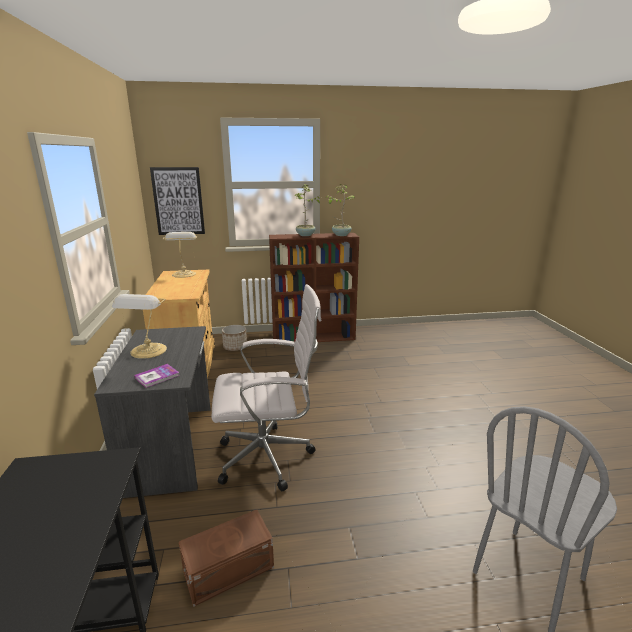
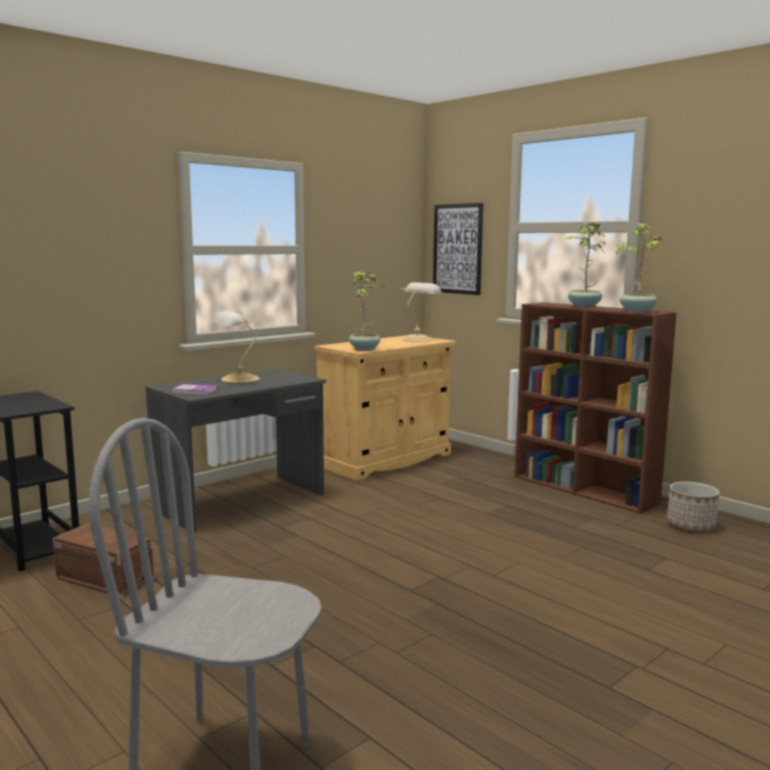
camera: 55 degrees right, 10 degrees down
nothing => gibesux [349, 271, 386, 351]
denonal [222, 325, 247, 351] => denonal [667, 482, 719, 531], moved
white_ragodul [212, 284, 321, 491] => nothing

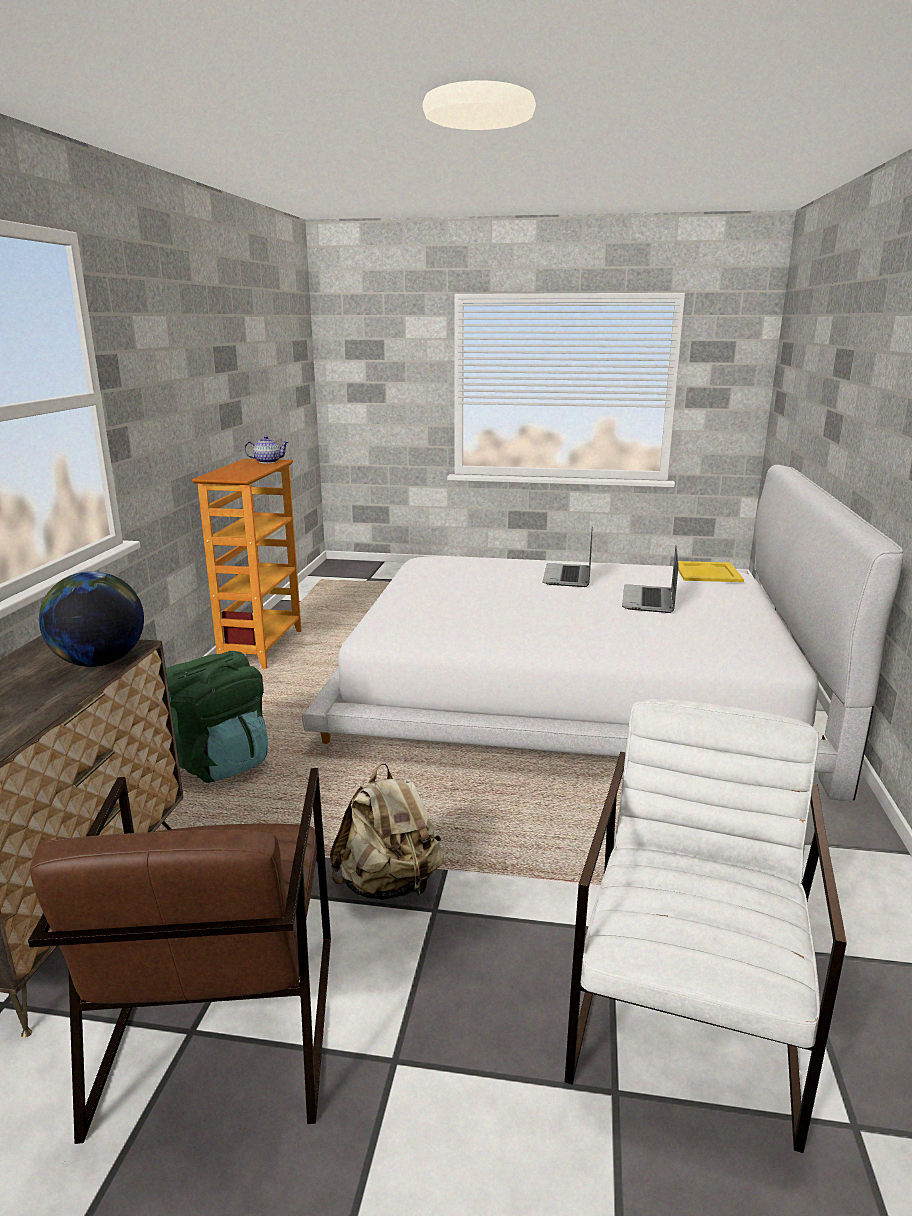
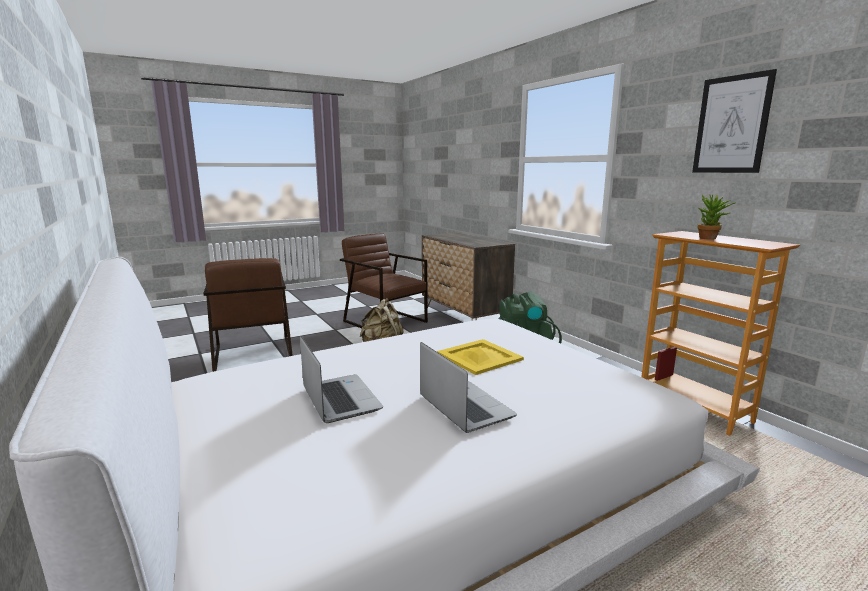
camera: 140 degrees right, 5 degrees down
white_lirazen [565, 699, 847, 1153] => brown_lirazen [203, 258, 293, 372]
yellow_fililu [678, 561, 744, 582] => yellow_fililu [437, 339, 524, 375], moved
nothing => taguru [692, 69, 777, 173]
nothing => gibesux [698, 194, 736, 240]
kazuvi [39, 571, 144, 667] => nothing
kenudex [244, 436, 289, 463] => nothing

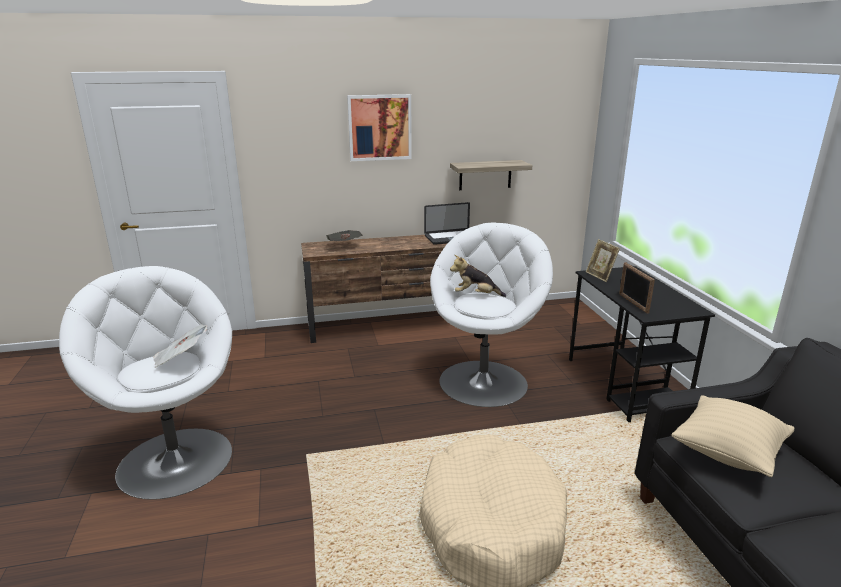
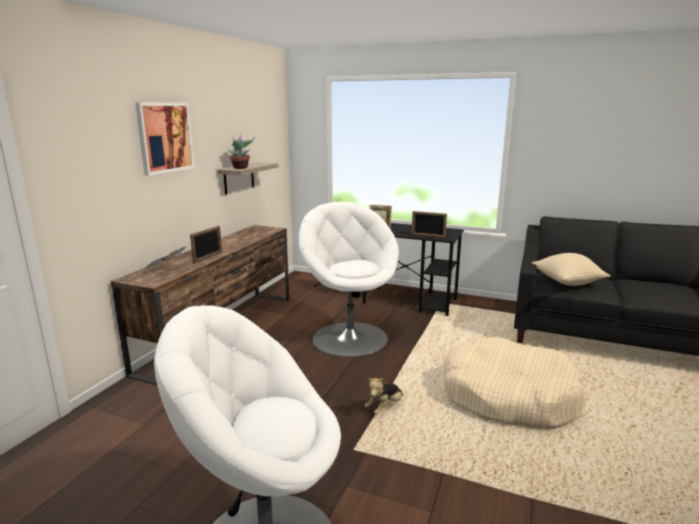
camera: 55 degrees left, 5 degrees down
nothing => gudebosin [190, 226, 222, 263]
nothing => gibesux [228, 134, 254, 169]
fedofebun [450, 254, 506, 297] => fedofebun [365, 378, 404, 415], moved
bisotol [153, 324, 207, 368] => nothing
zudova [424, 202, 470, 245] => nothing

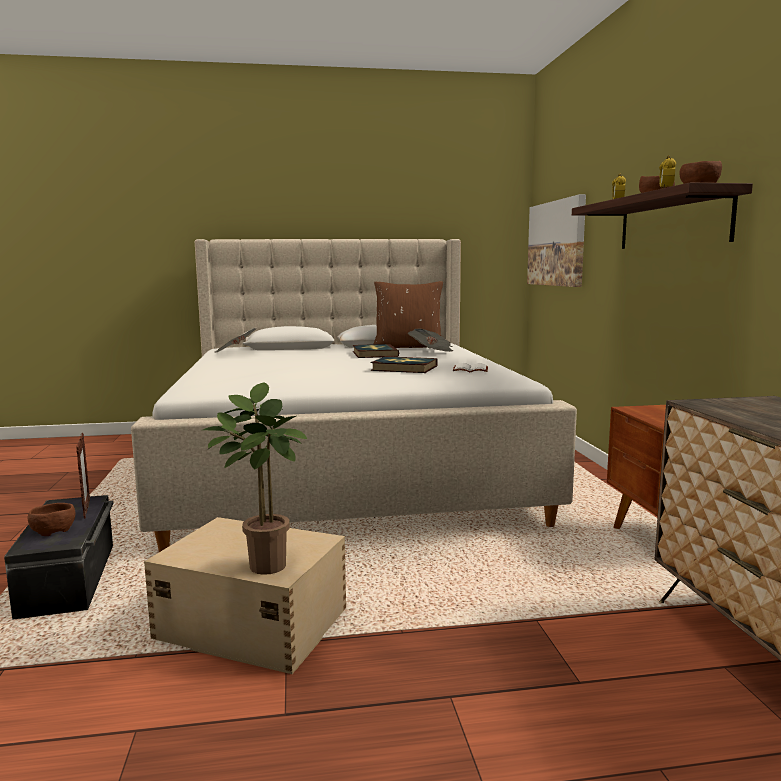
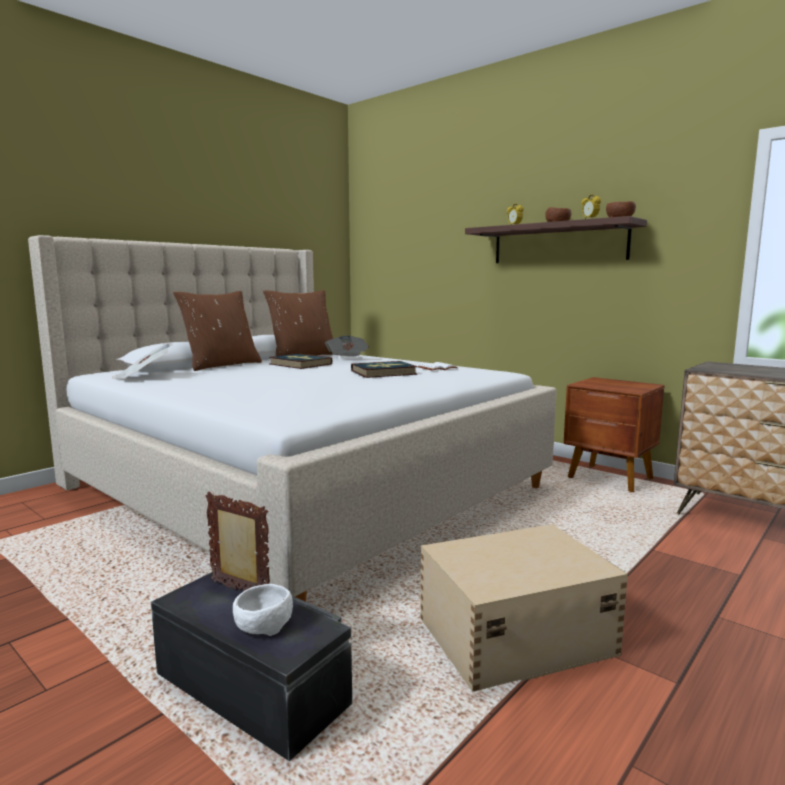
camera: 40 degrees left, 0 degrees up
nothing => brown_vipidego [173, 291, 262, 371]
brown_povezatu [28, 503, 76, 536] => white_povezatu [233, 584, 293, 636]
gibesux [203, 383, 307, 575] => nothing
taguru [527, 194, 586, 287] => nothing

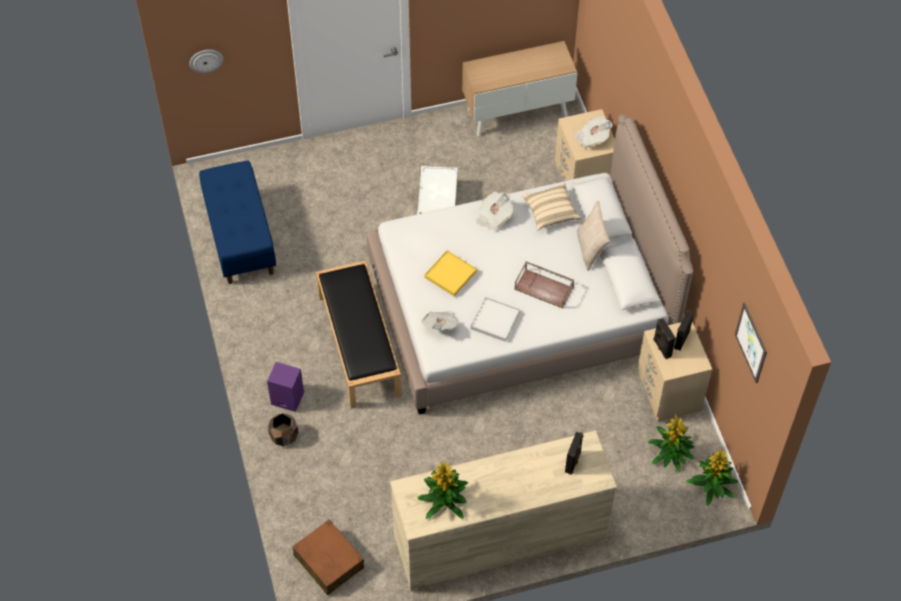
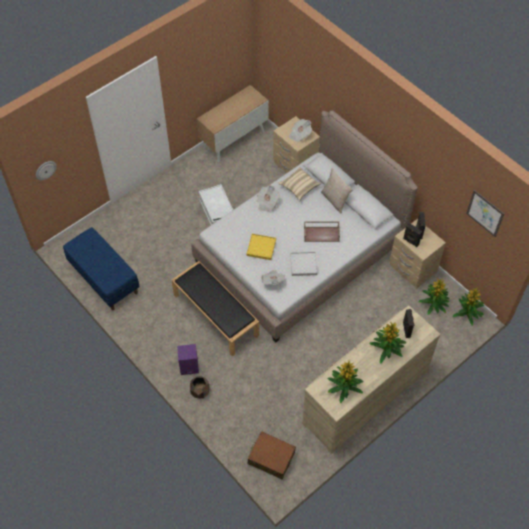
camera: 25 degrees left, 0 degrees up
nothing => gibesux [369, 321, 406, 364]

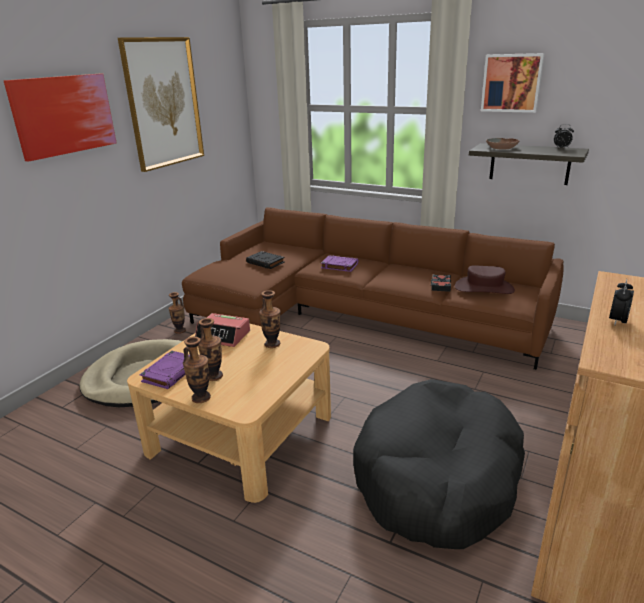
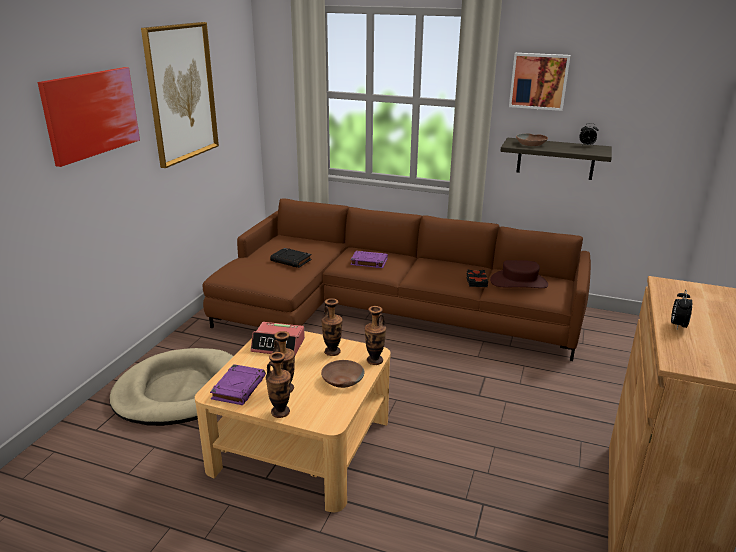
camera: 10 degrees left, 0 degrees up
nothing => brown_povezatu [321, 360, 365, 388]
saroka [168, 292, 186, 334] => saroka [364, 306, 386, 365], moved
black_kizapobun [353, 379, 525, 549] => nothing

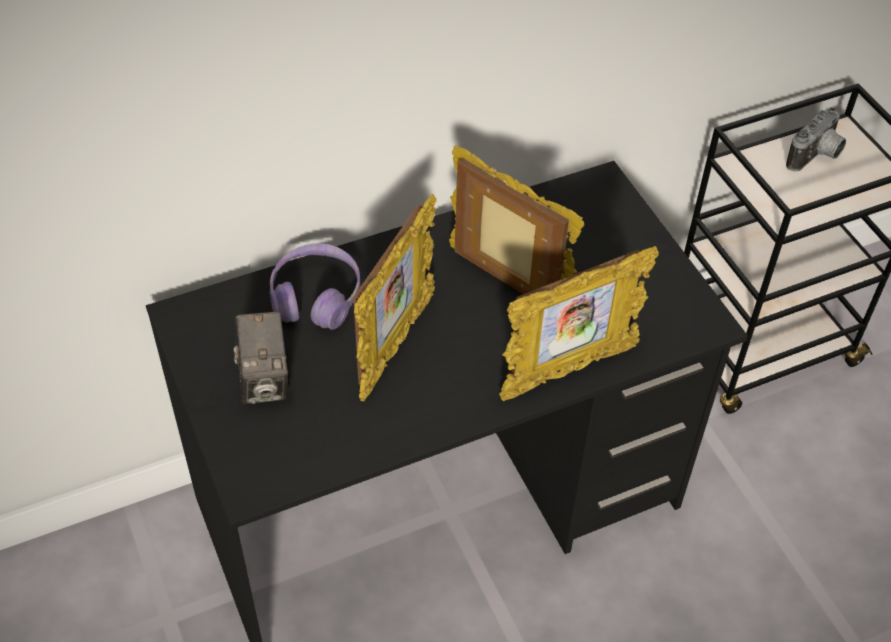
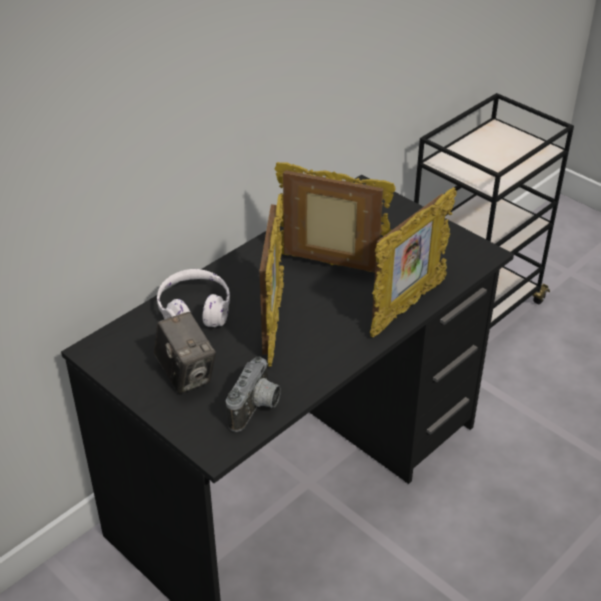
camera: 20 degrees left, 10 degrees down
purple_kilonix [269, 243, 360, 330] => white_kilonix [157, 269, 230, 327]
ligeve [786, 107, 846, 171] => ligeve [226, 357, 281, 432], moved

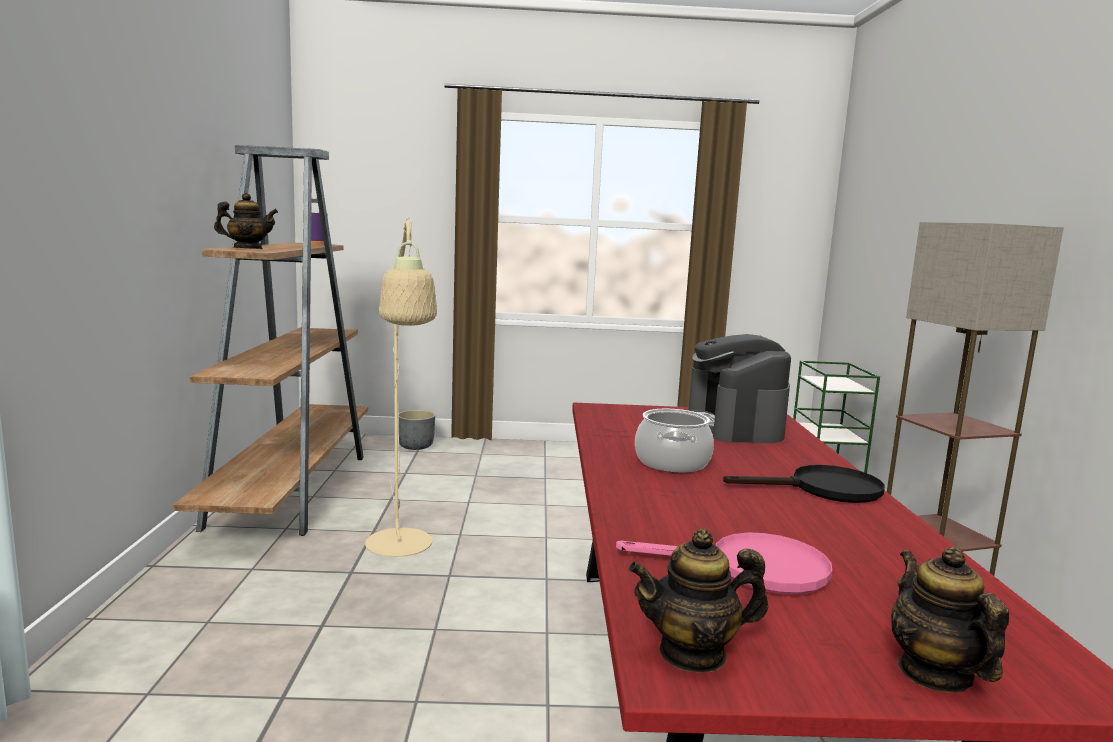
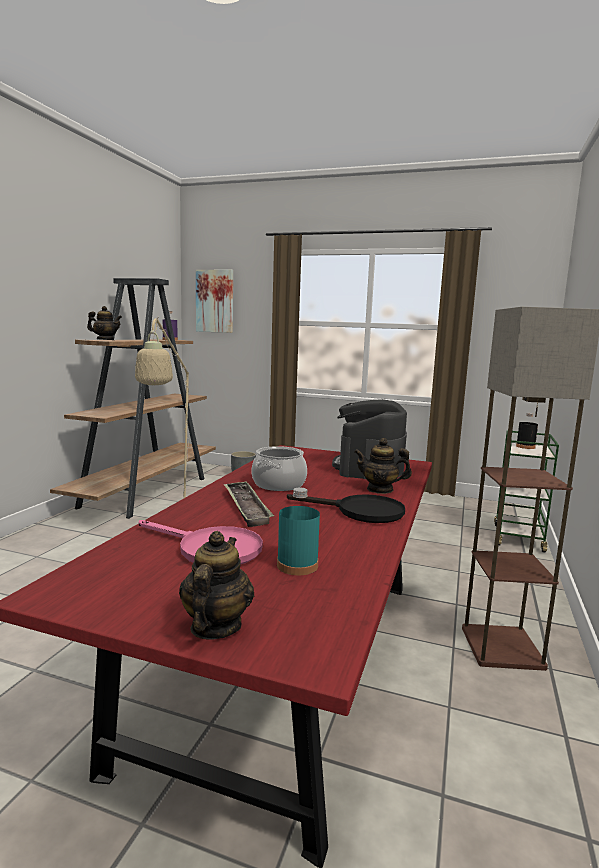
camera: 20 degrees right, 0 degrees up
nothing => taguru [196, 270, 233, 333]
nothing => fililu [223, 481, 274, 527]
nothing => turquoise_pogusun [277, 487, 320, 575]
kenudex [628, 529, 768, 673] => kenudex [354, 438, 412, 494], moved
nothing => black_pogusun [516, 413, 538, 449]

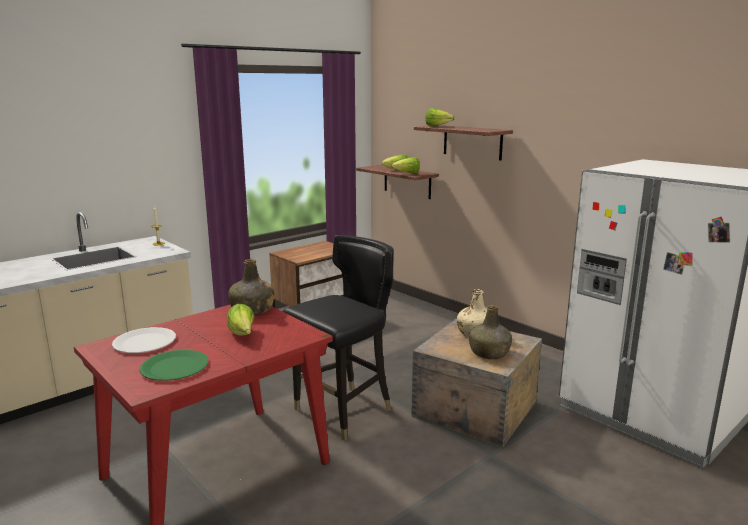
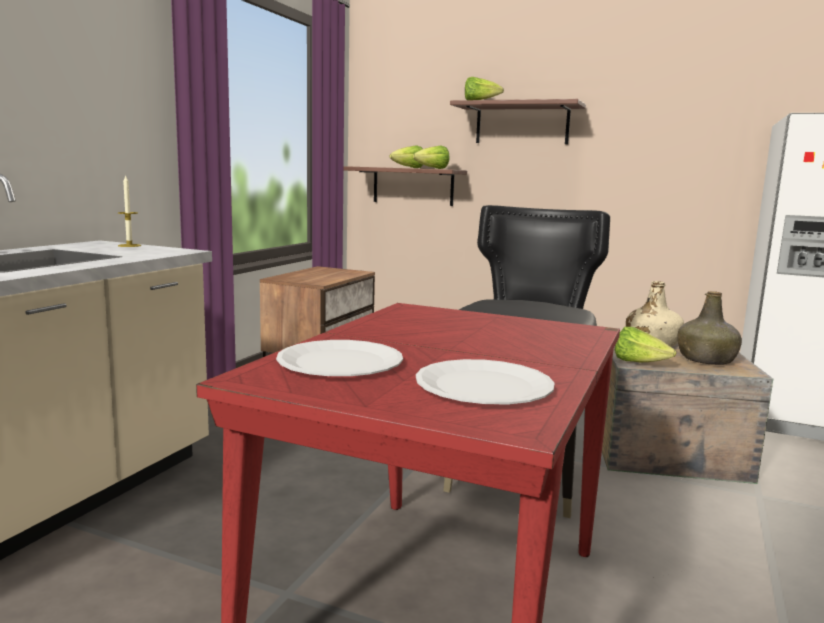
camera: 25 degrees left, 5 degrees down
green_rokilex [139, 350, 208, 381] => white_rokilex [416, 359, 555, 404]
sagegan [227, 304, 254, 336] => sagegan [615, 327, 676, 362], moved
green_pogusun [228, 259, 275, 315] => nothing

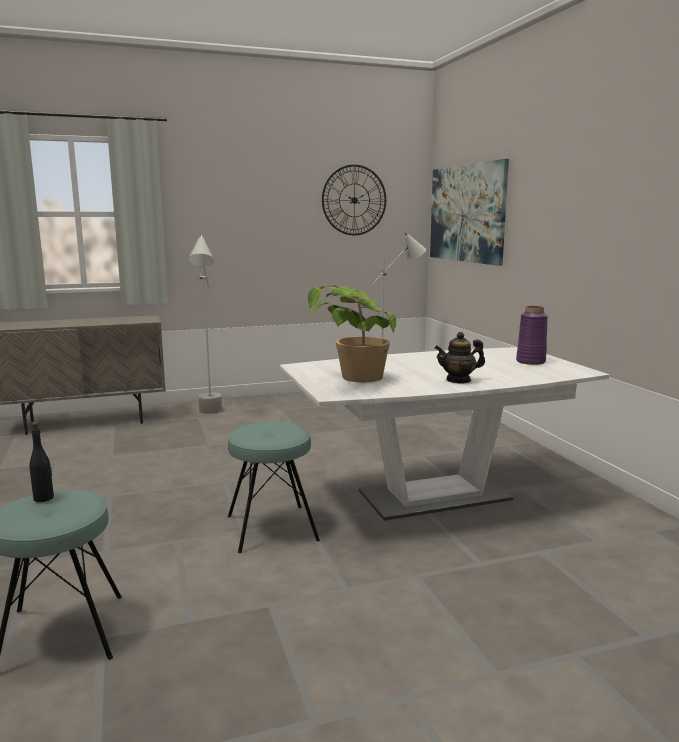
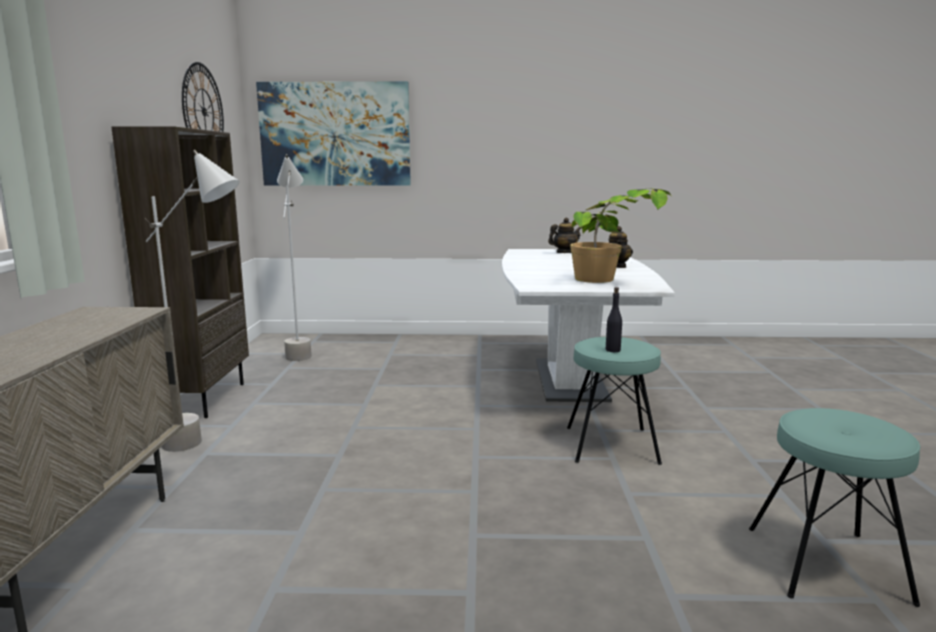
camera: 70 degrees left, 0 degrees up
nothing => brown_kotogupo [111, 126, 249, 418]
purple_saroka [516, 306, 548, 365] => kenudex [548, 218, 582, 253]
black_pogusun [29, 422, 54, 502] => black_pogusun [606, 287, 622, 352], moved

